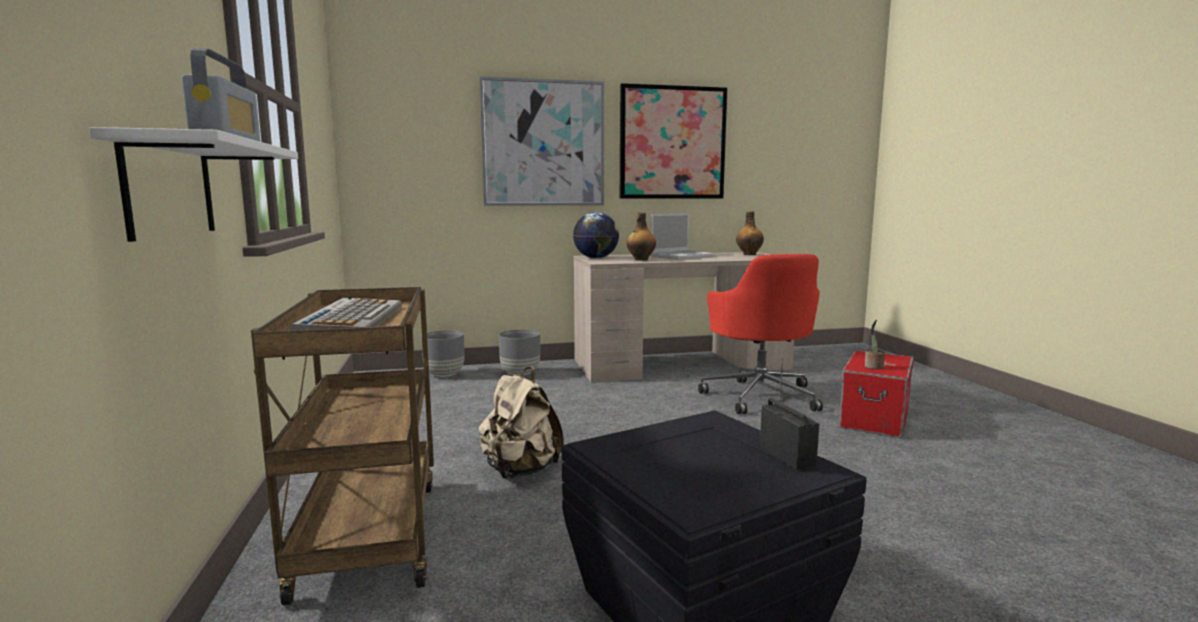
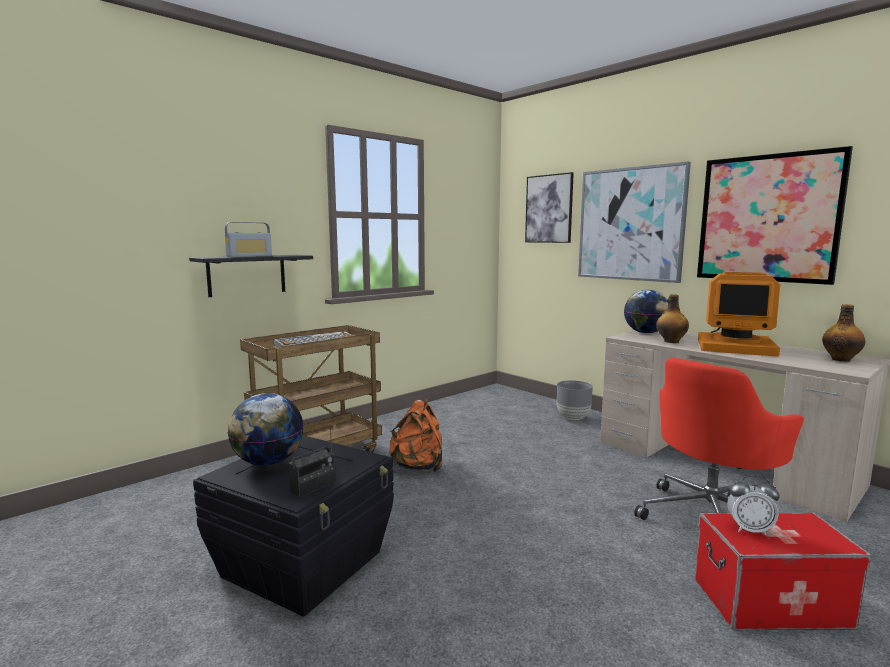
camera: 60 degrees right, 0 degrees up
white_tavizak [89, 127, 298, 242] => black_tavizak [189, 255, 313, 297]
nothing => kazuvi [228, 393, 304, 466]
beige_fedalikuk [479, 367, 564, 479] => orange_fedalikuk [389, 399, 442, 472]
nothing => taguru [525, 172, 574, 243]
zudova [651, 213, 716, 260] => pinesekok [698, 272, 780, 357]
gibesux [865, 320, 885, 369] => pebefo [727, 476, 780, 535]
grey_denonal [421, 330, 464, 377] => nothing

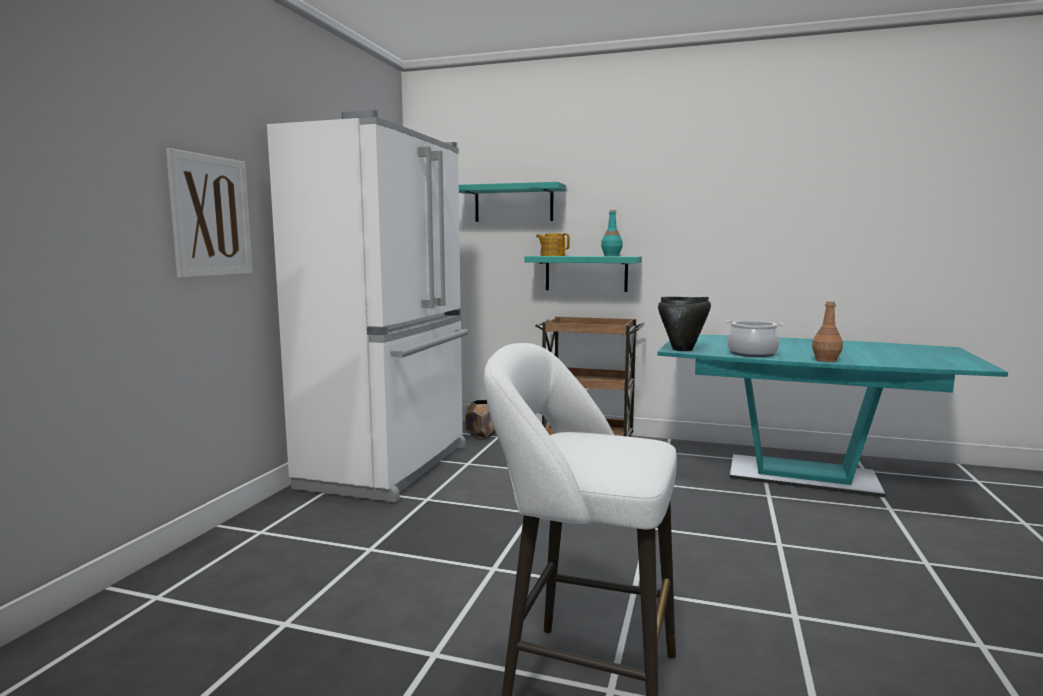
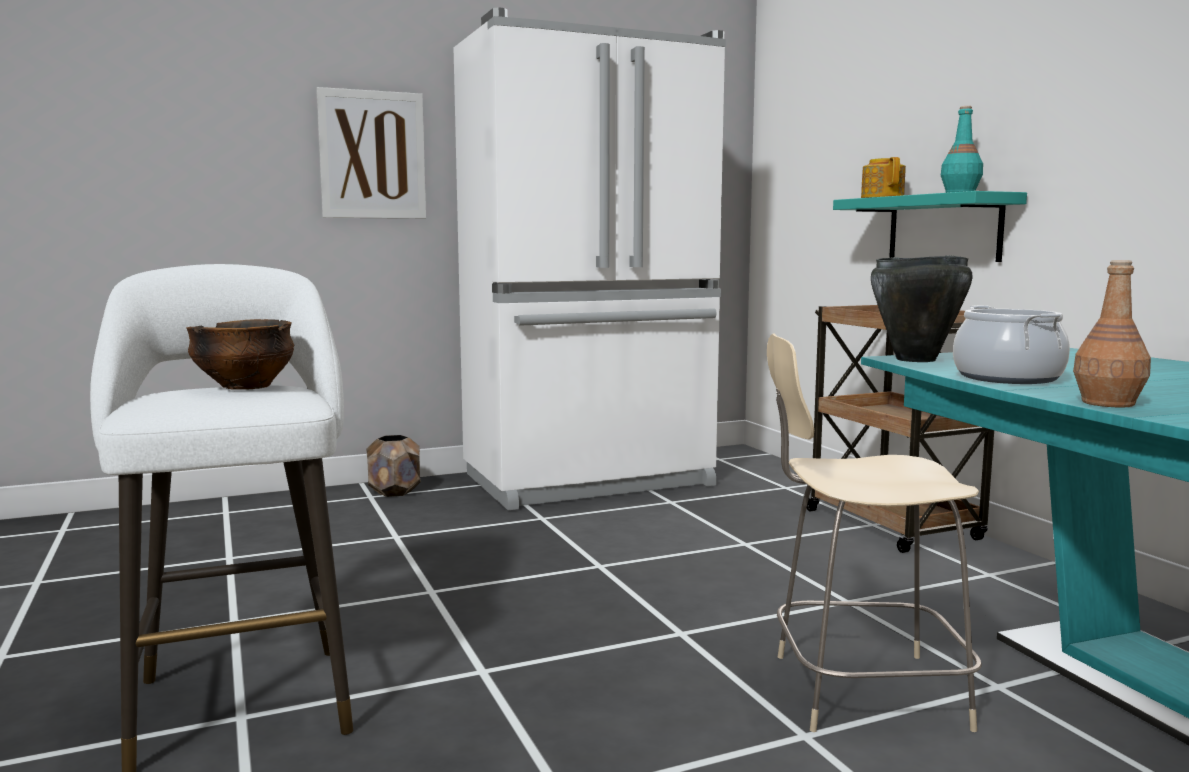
camera: 50 degrees right, 0 degrees up
nothing => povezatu [186, 319, 294, 390]
brown_denonal [465, 400, 495, 438] => brown_denonal [366, 435, 421, 497], moved
nothing => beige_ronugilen [767, 333, 982, 732]
turquoise_tavizak [459, 182, 566, 222] => nothing

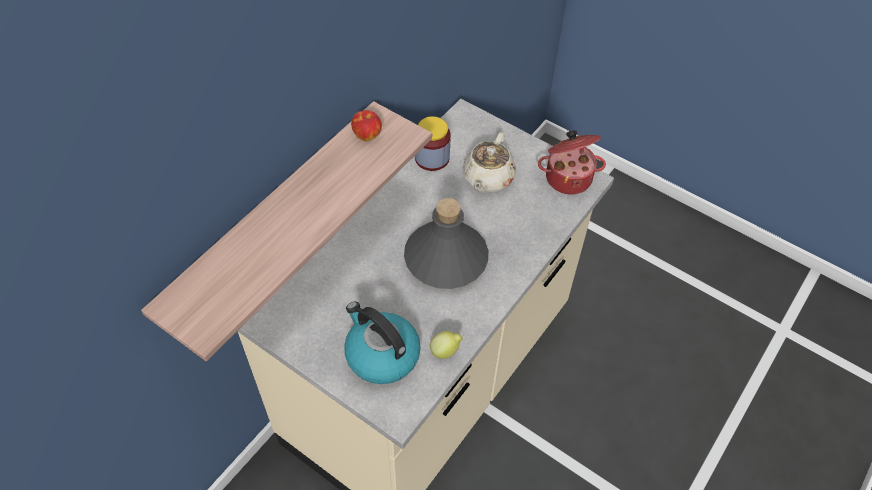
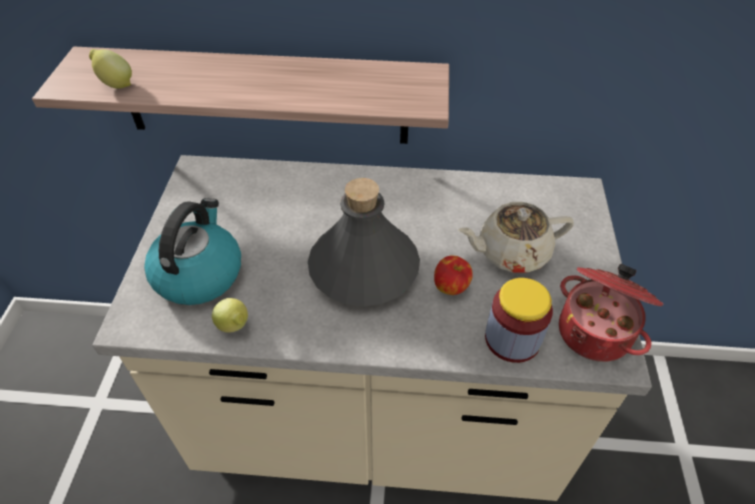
camera: 60 degrees right, 5 degrees down
nothing => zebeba [89, 49, 132, 89]
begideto [351, 110, 382, 141] => begideto [434, 256, 473, 295], moved
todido [415, 116, 451, 171] => todido [485, 278, 553, 363], moved

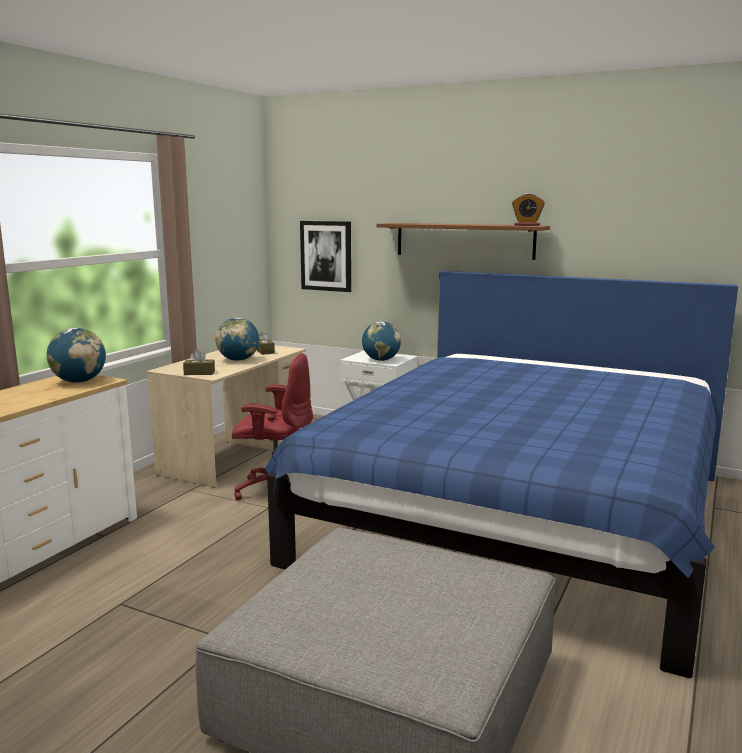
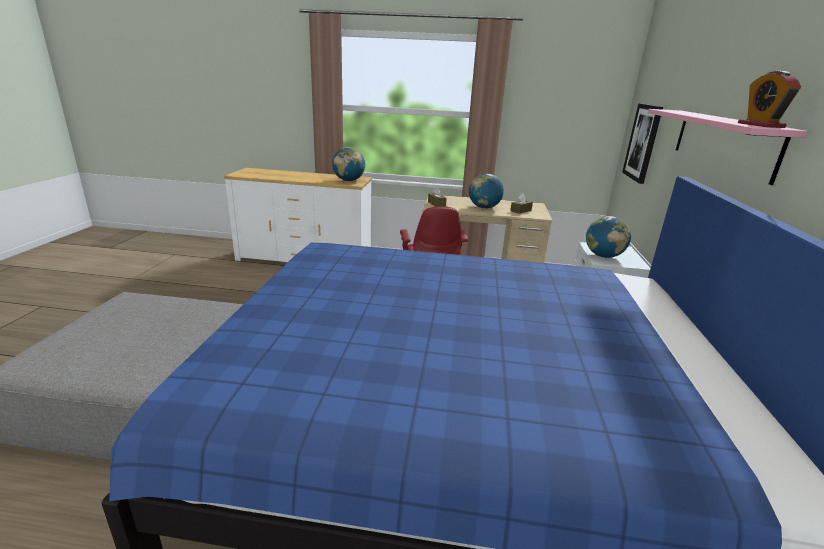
camera: 70 degrees right, 10 degrees up
brown_tavizak [376, 223, 550, 260] => pink_tavizak [648, 109, 808, 185]

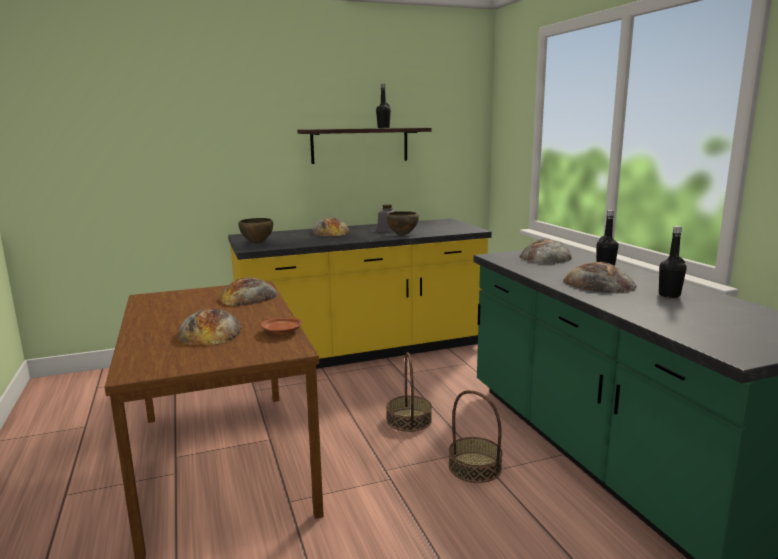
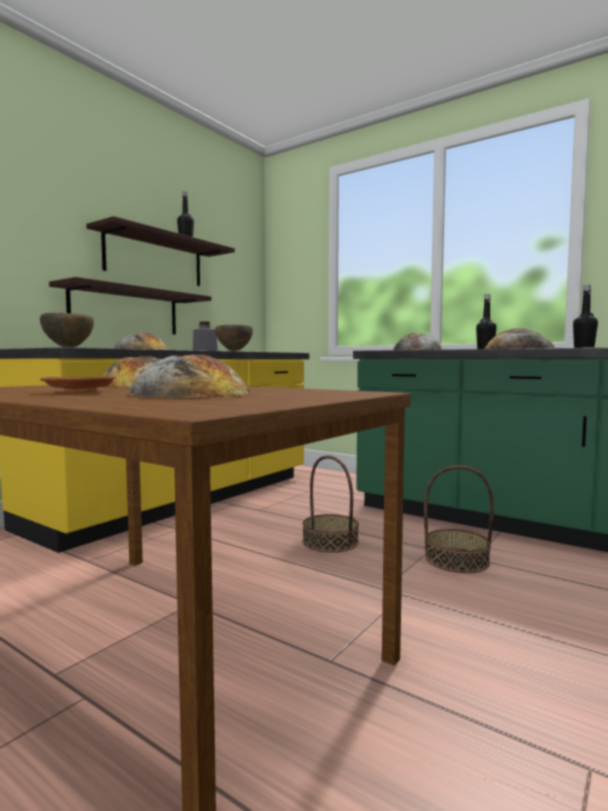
camera: 35 degrees left, 10 degrees down
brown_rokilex [261, 317, 302, 334] => brown_rokilex [40, 376, 116, 392], moved
nothing => tavizak [49, 277, 212, 335]

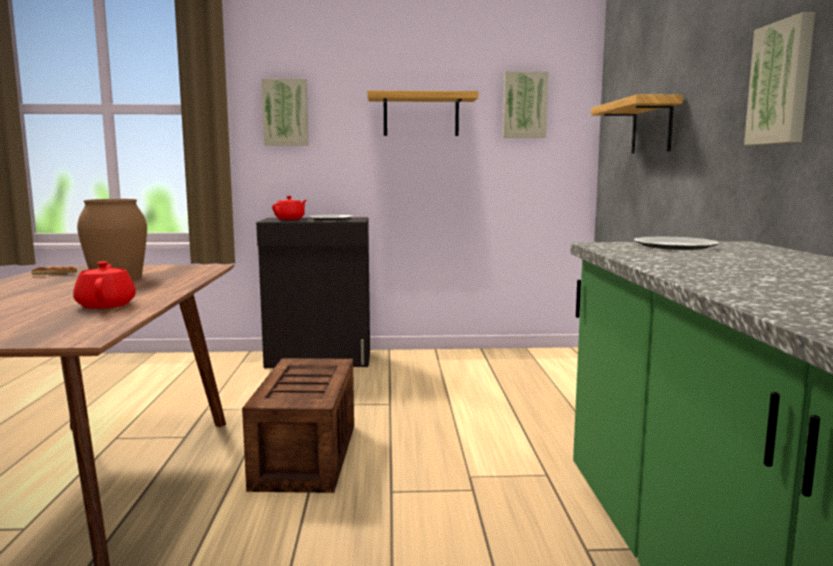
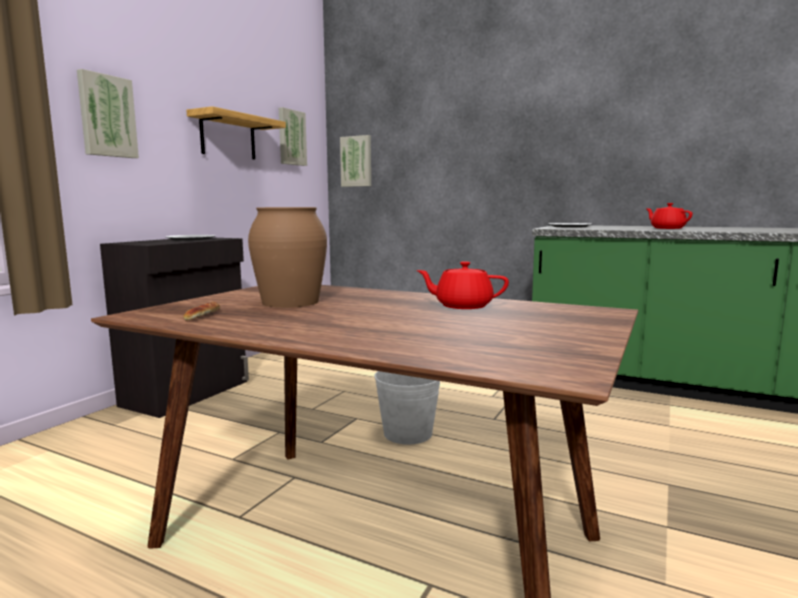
camera: 60 degrees left, 0 degrees up
taguru [744, 12, 815, 145] => taguru [340, 135, 371, 187], moved
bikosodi [242, 358, 354, 493] => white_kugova [374, 371, 440, 444]
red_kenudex [272, 196, 307, 220] => red_kenudex [645, 203, 692, 229], moved
tavizak [591, 94, 683, 154] => nothing

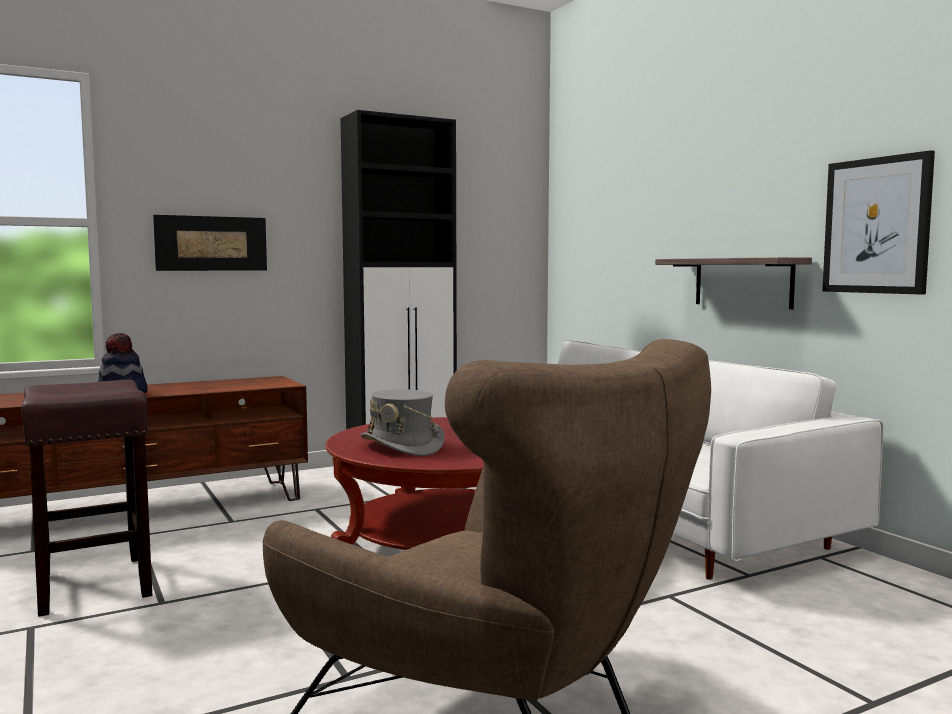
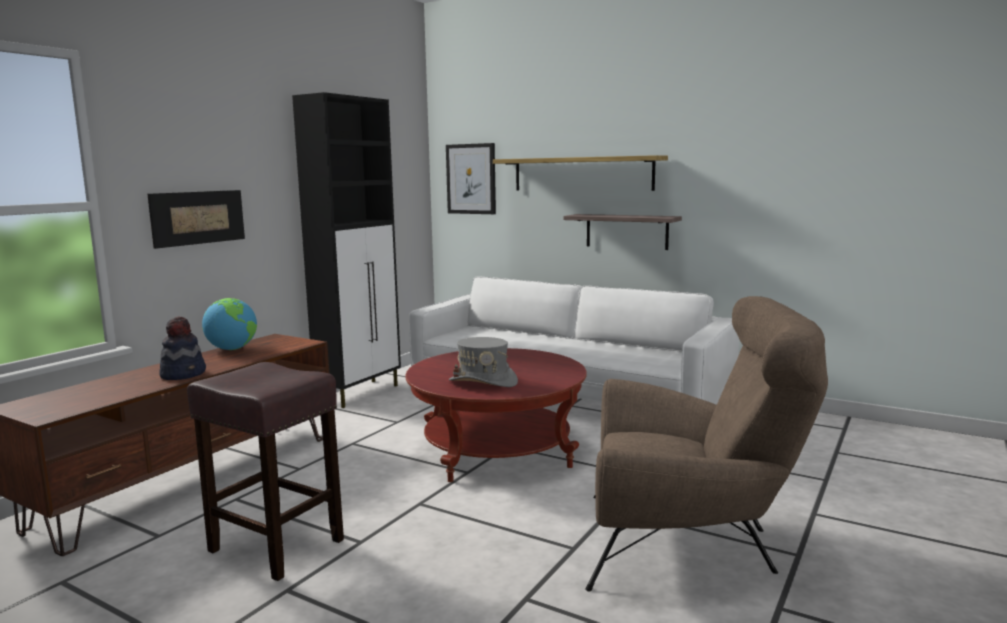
camera: 30 degrees left, 5 degrees up
nothing => kazuvi [202, 298, 257, 350]
taguru [822, 150, 935, 295] => taguru [446, 143, 496, 214], moved
nothing => tavizak [493, 155, 668, 191]

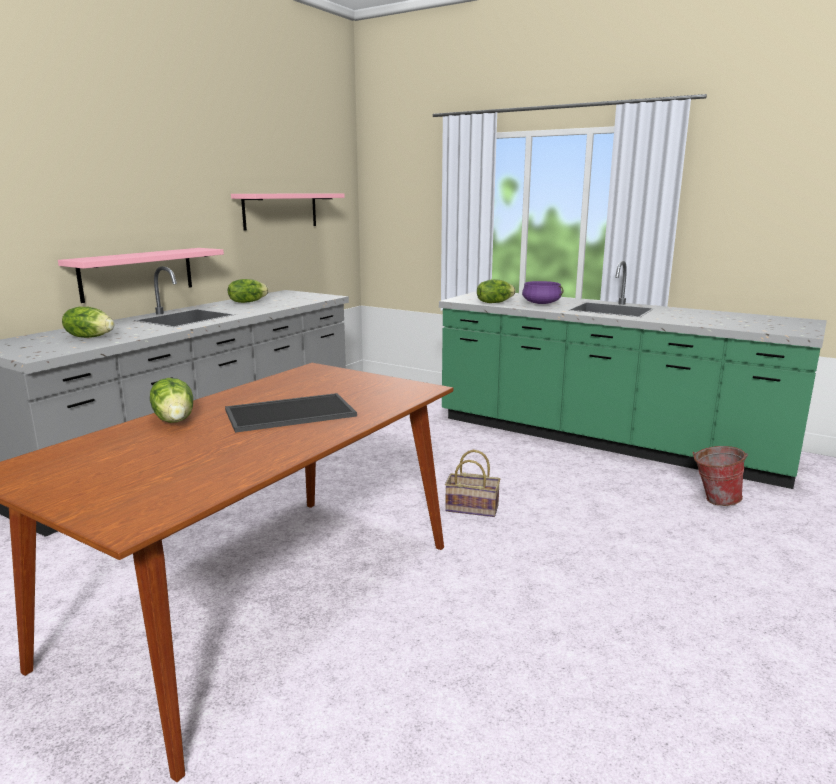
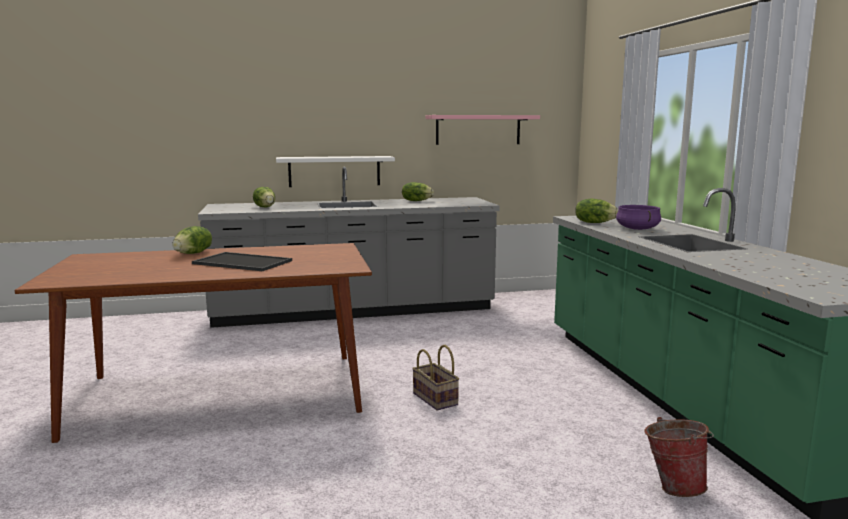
camera: 45 degrees right, 5 degrees down
pink_tavizak [58, 248, 224, 303] => white_tavizak [276, 156, 395, 187]

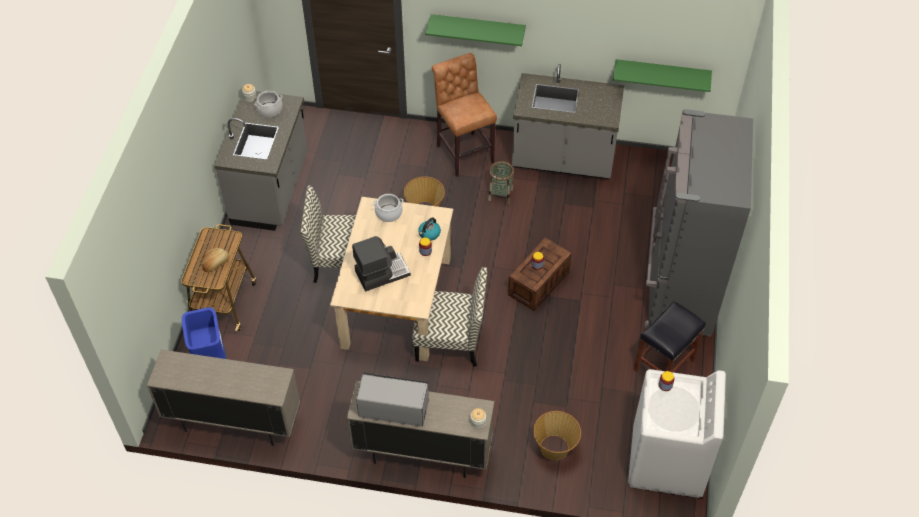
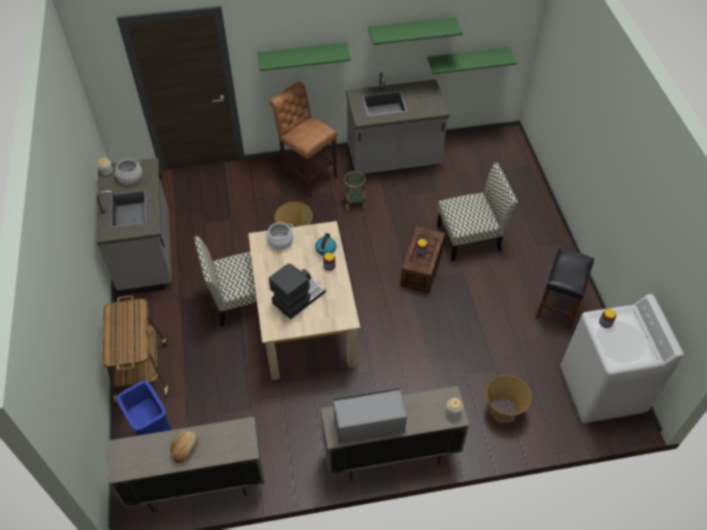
camera: 20 degrees left, 0 degrees up
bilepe [202, 248, 229, 272] => bilepe [170, 431, 198, 463], moved
nothing => green_tavizak [368, 17, 463, 45]
ronugilen [412, 267, 487, 367] => ronugilen [437, 163, 518, 261], moved
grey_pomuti [644, 109, 753, 336] => nothing

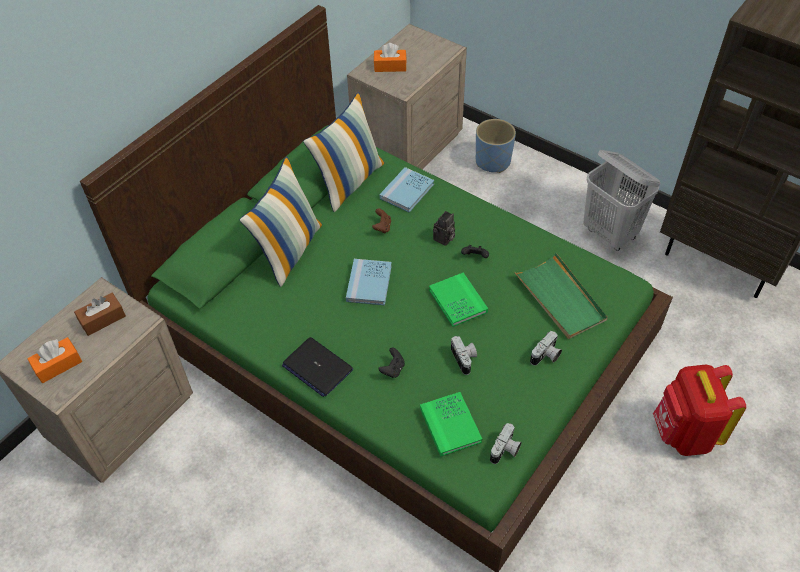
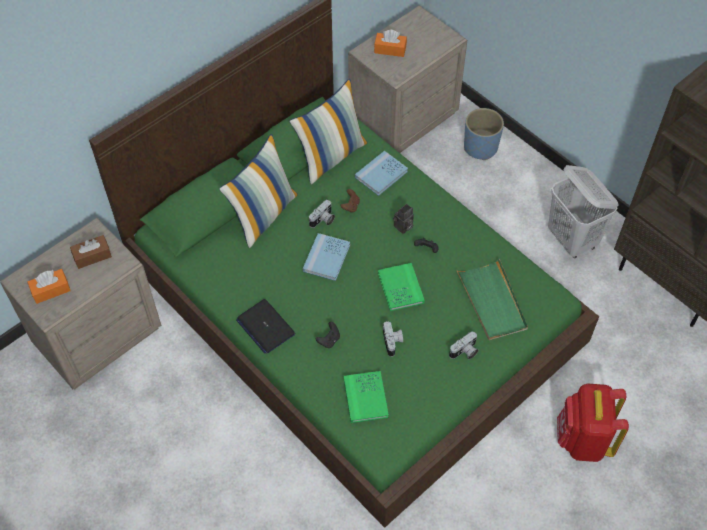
camera: 10 degrees right, 5 degrees up
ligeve [490, 423, 522, 464] => ligeve [309, 200, 335, 228], moved

